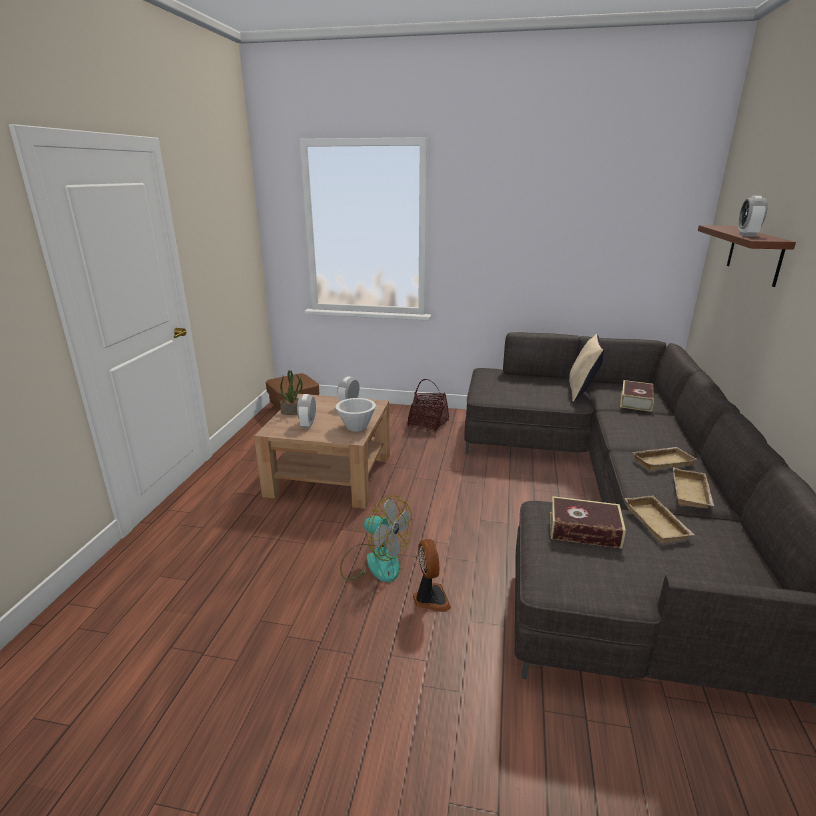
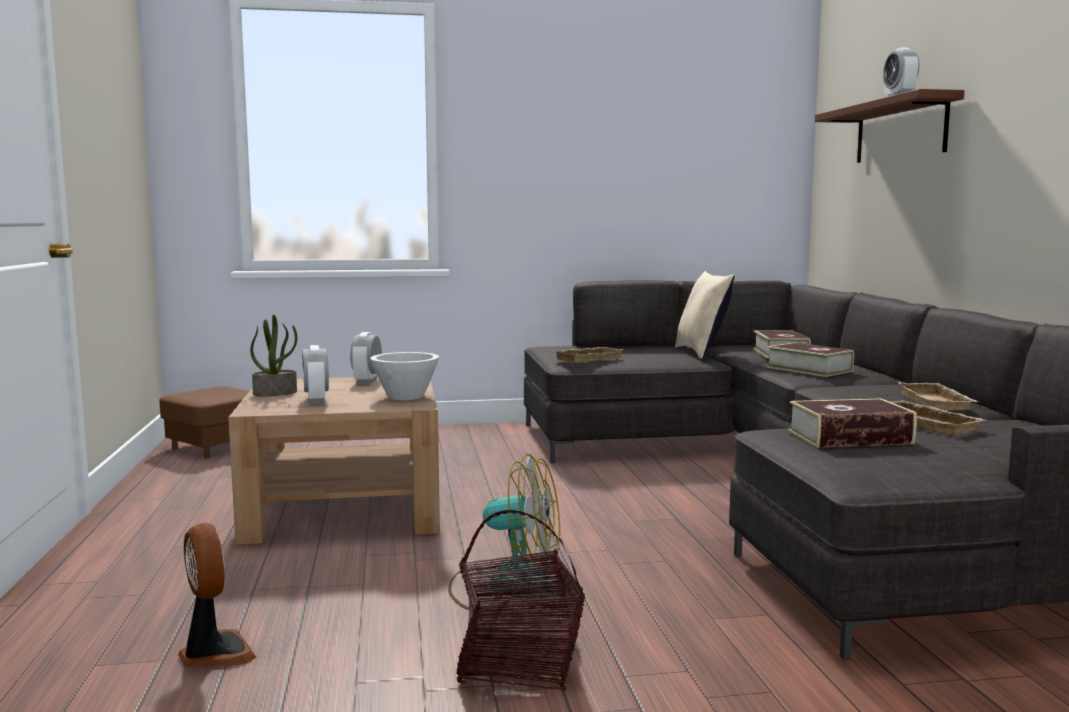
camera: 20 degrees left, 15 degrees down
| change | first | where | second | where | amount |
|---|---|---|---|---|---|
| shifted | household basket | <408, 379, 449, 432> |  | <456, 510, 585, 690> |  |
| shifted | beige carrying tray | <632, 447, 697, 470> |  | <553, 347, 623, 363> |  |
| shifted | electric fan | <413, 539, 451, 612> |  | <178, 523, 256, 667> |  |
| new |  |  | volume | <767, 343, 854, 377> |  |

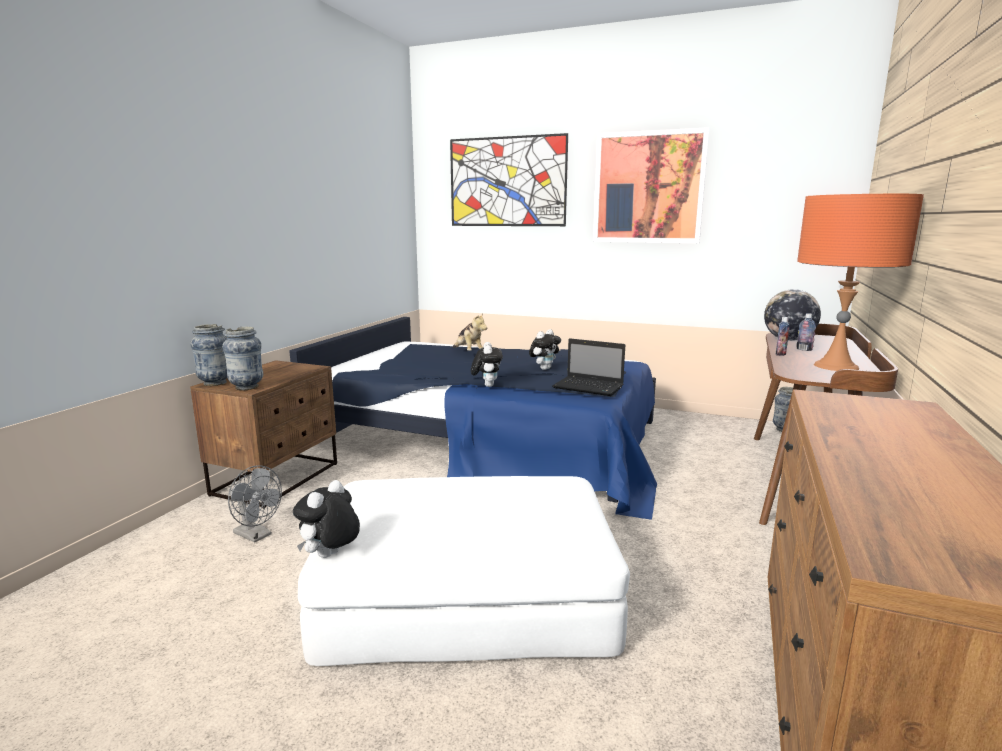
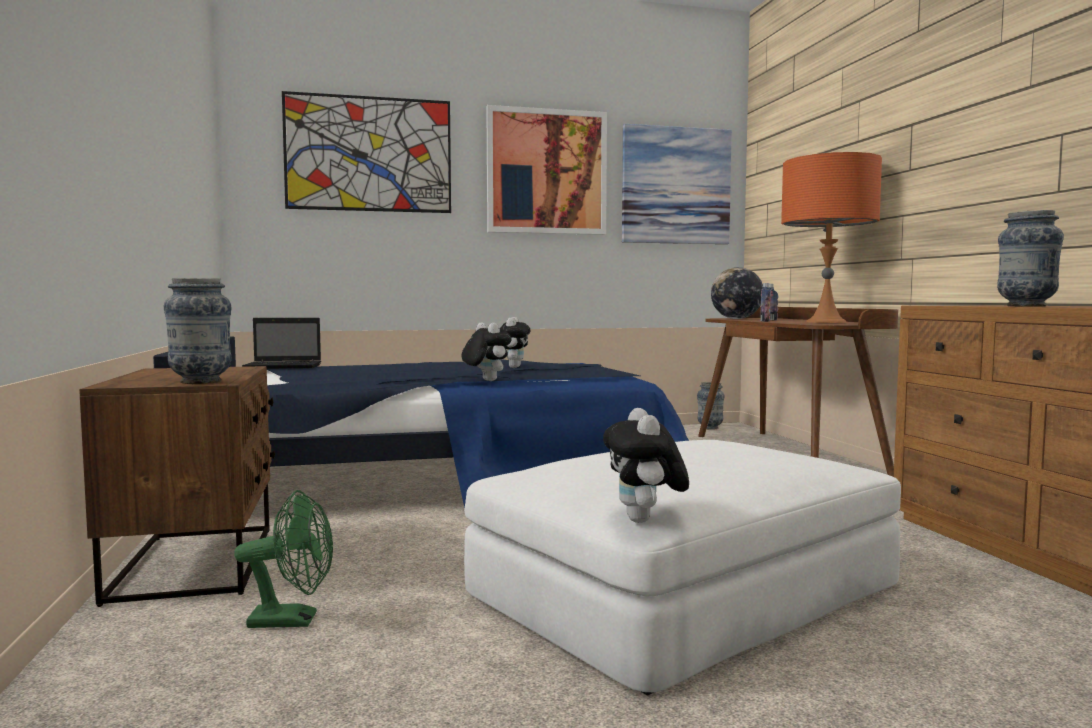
camera: 35 degrees left, 10 degrees down
| change | first | where | second | where | amount |
|---|---|---|---|---|---|
| gone | soft toy | <453, 313, 487, 351> |  |  |  |
| shifted | flower vase | <190, 324, 227, 386> |  | <997, 210, 1064, 307> |  |
| shifted | notebook computer | <552, 338, 625, 396> |  | <242, 318, 321, 369> |  |
| repainted | gray electric fan | <228, 465, 282, 543> | green-coloured electric fan | <234, 490, 333, 628> |  |
| new |  |  | wall picture | <622, 124, 732, 244> |  |

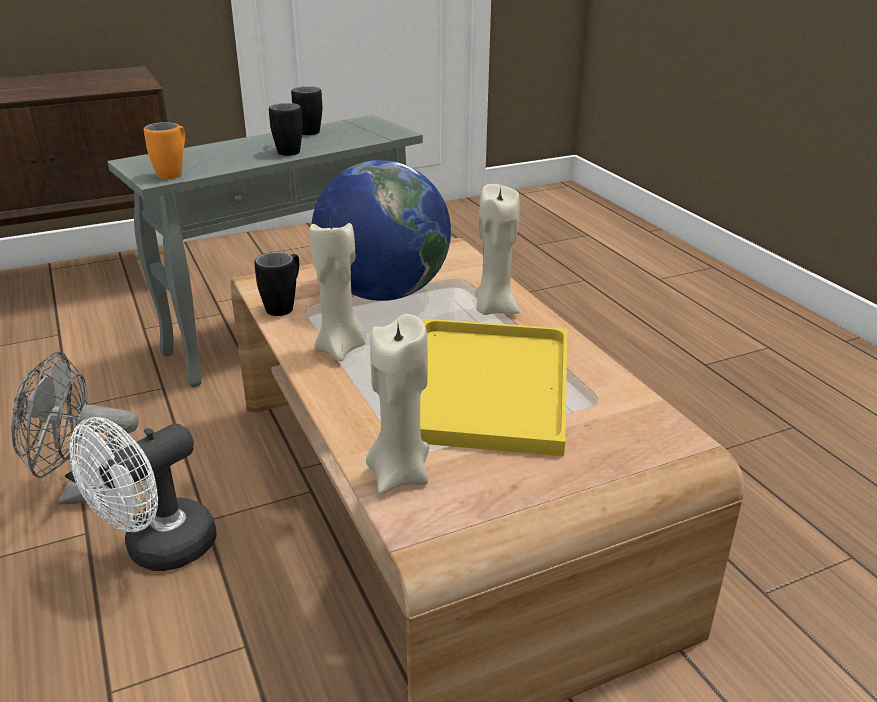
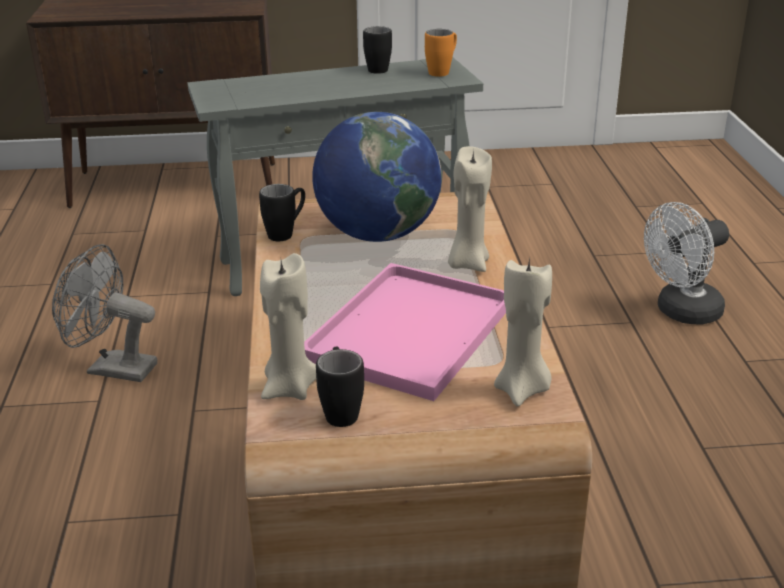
camera: 20 degrees right, 0 degrees up
| change | first | where | second | where | amount |
|---|---|---|---|---|---|
| shifted | black coffee mug | <269, 103, 303, 156> |  | <316, 347, 364, 427> |  |
| shifted | orangey coffee mug | <144, 122, 185, 179> |  | <425, 29, 457, 77> |  |
| shifted | beige wax candle | <309, 222, 366, 362> |  | <494, 257, 552, 406> |  |
| repainted | yellow-coloured carrying tray | <420, 319, 567, 456> | pink carrying tray | <304, 263, 506, 401> |  |
| shifted | whitish electric fan | <69, 417, 217, 571> |  | <644, 202, 729, 325> |  |

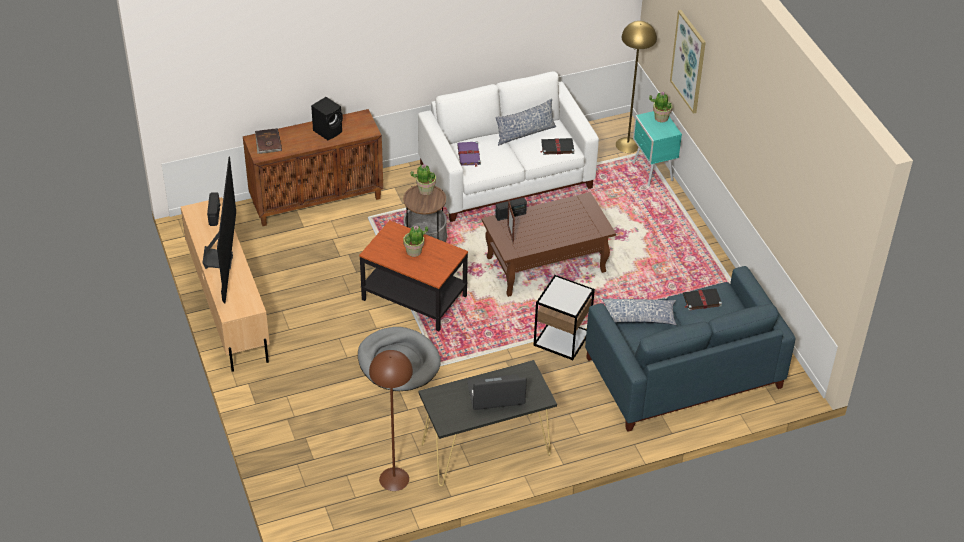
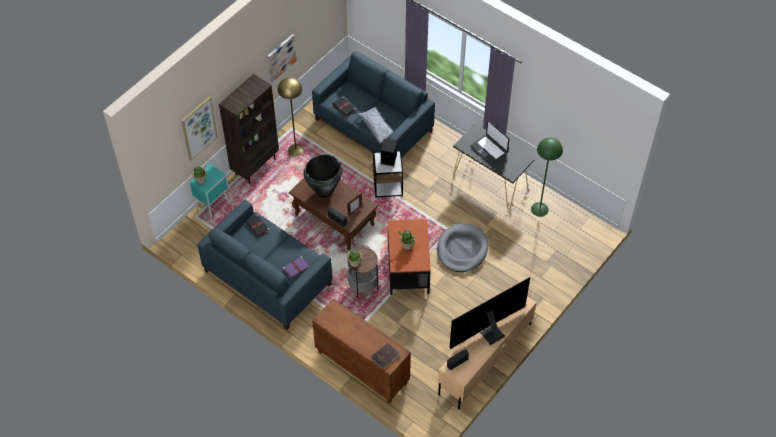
camera: 120 degrees left, 10 degrees up
| change | first | where | second | where | amount |
|---|---|---|---|---|---|
| shifted | yellow-coloured standing lamp | <616, 21, 657, 153> |  | <278, 77, 304, 157> |  |
| repainted | whitish sofa | <418, 71, 599, 222> | blue-coloured sofa | <198, 200, 332, 330> |  |
| shifted | black speaker | <311, 97, 343, 140> |  | <381, 139, 397, 166> |  |
| gone | pillow | <495, 99, 557, 146> |  |  |  |
| repainted | brown standing lamp | <369, 350, 413, 491> | green-coloured standing lamp | <531, 138, 563, 217> |  |
| new |  |  | wall picture | <267, 34, 297, 82> |  |
| new |  |  | brown shelving unit | <219, 74, 279, 183> |  |
| new |  |  | black flower vase | <303, 154, 342, 198> |  |

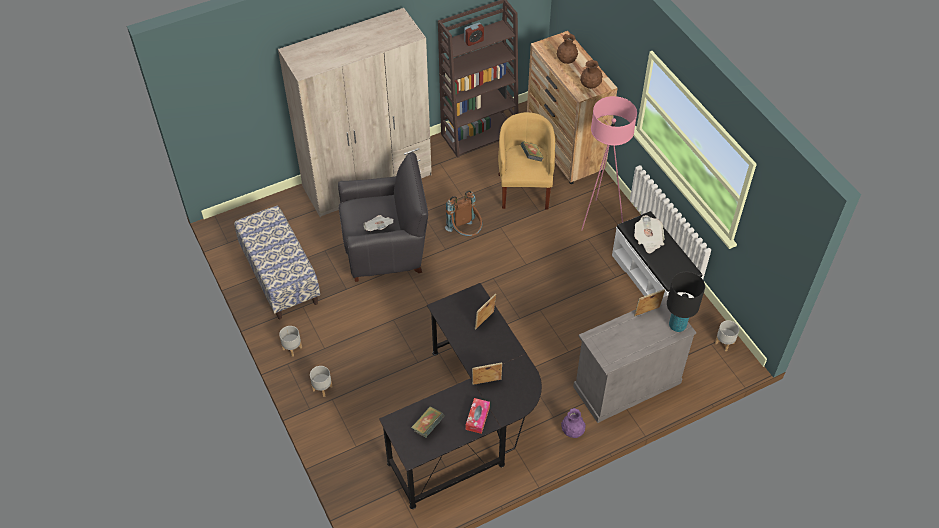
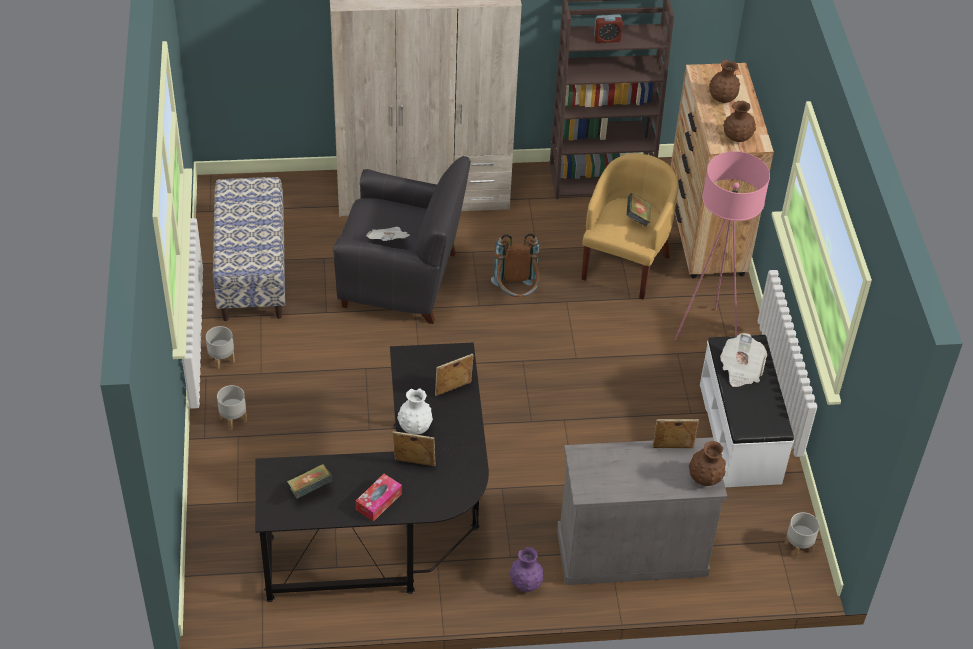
camera: 20 degrees right, 5 degrees down
| change | first | where | second | where | amount |
|---|---|---|---|---|---|
| swapped | black lamp for a table | <667, 271, 705, 332> | brown flower vase | <689, 441, 726, 486> |  |
| new |  |  | whitish flower vase | <397, 388, 433, 434> |  |

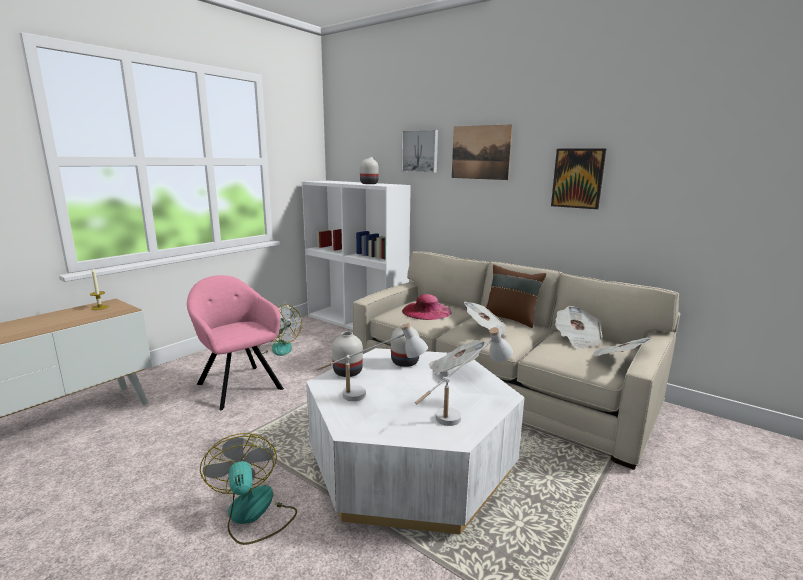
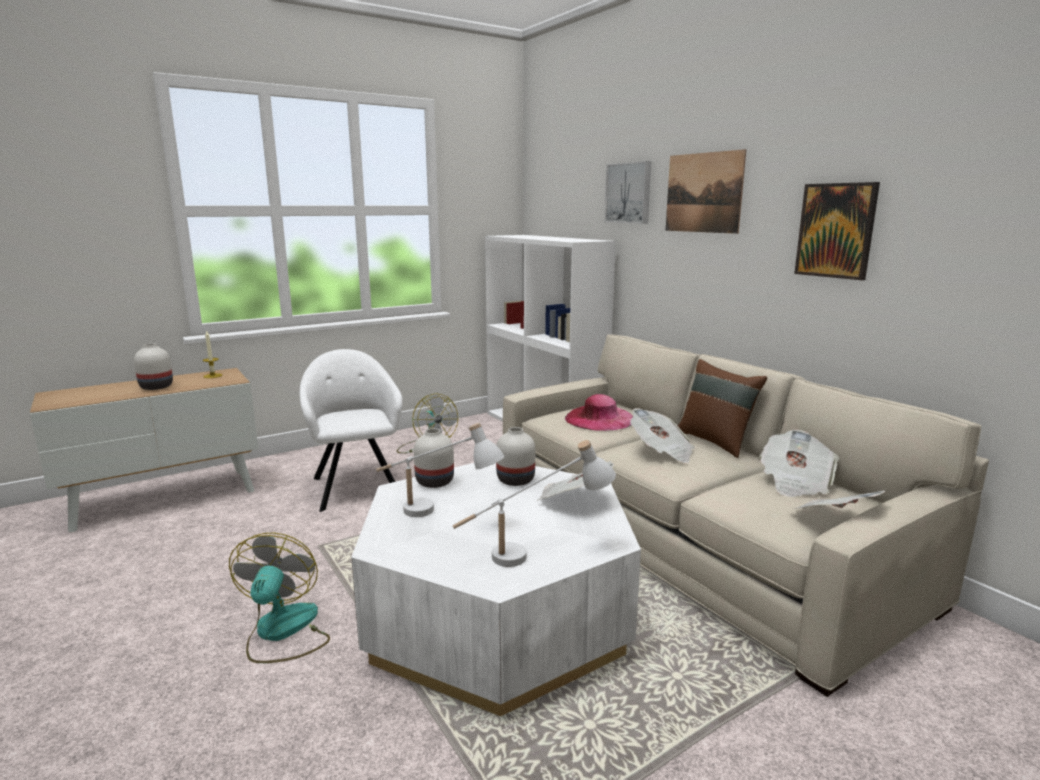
camera: 20 degrees right, 0 degrees up
| change | first | where | second | where | amount |
|---|---|---|---|---|---|
| shifted | whitish flower vase | <360, 157, 379, 184> |  | <134, 343, 173, 390> |  |
| repainted | pink lounge chair | <187, 275, 284, 410> | whitish lounge chair | <300, 349, 403, 512> |  |

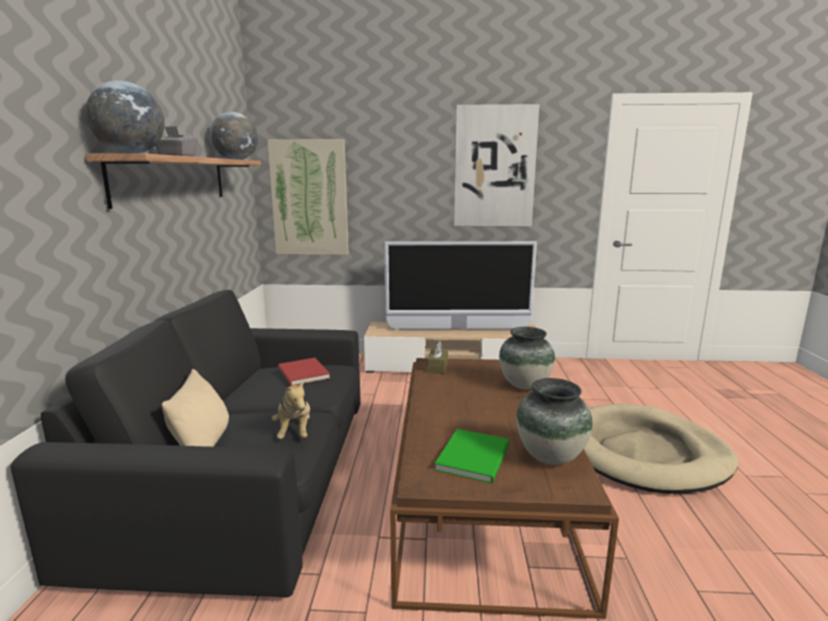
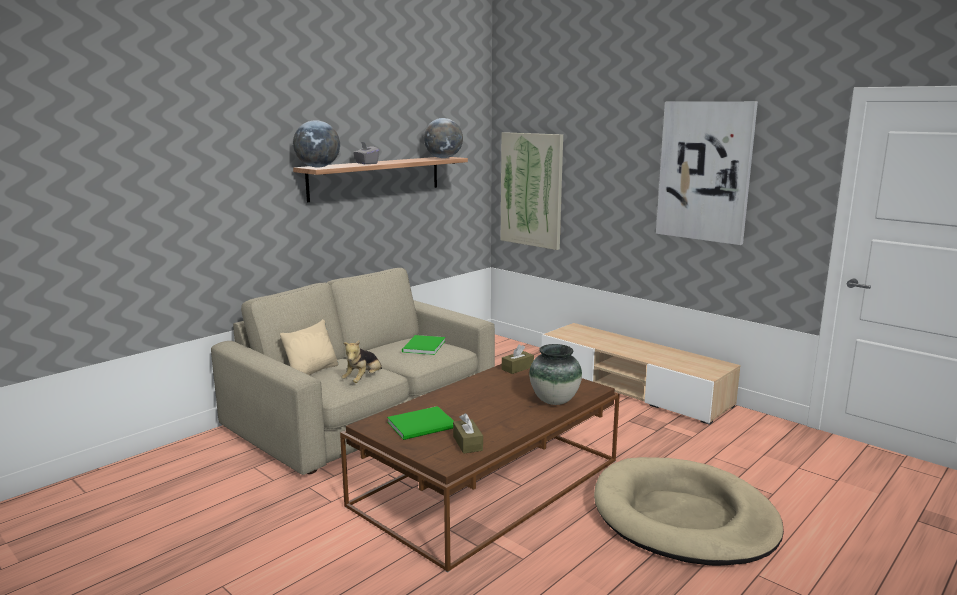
camera: 40 degrees right, 0 degrees up
| change | first | where | second | where | amount |
|---|---|---|---|---|---|
| gone | TV set | <384, 241, 537, 330> |  |  |  |
| repainted | black sofa | <10, 290, 361, 598> | beige sofa | <211, 268, 495, 475> |  |
| repainted | reddish volume | <278, 358, 330, 386> | green-coloured volume | <402, 335, 445, 355> |  |
| swapped | flower vase | <516, 378, 593, 465> | brown tissue holder | <453, 413, 483, 454> |  |

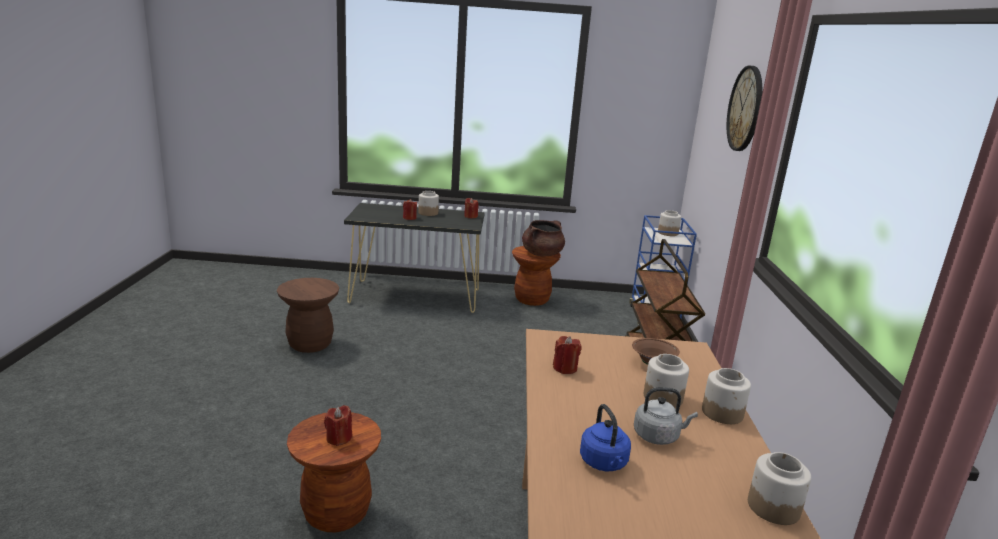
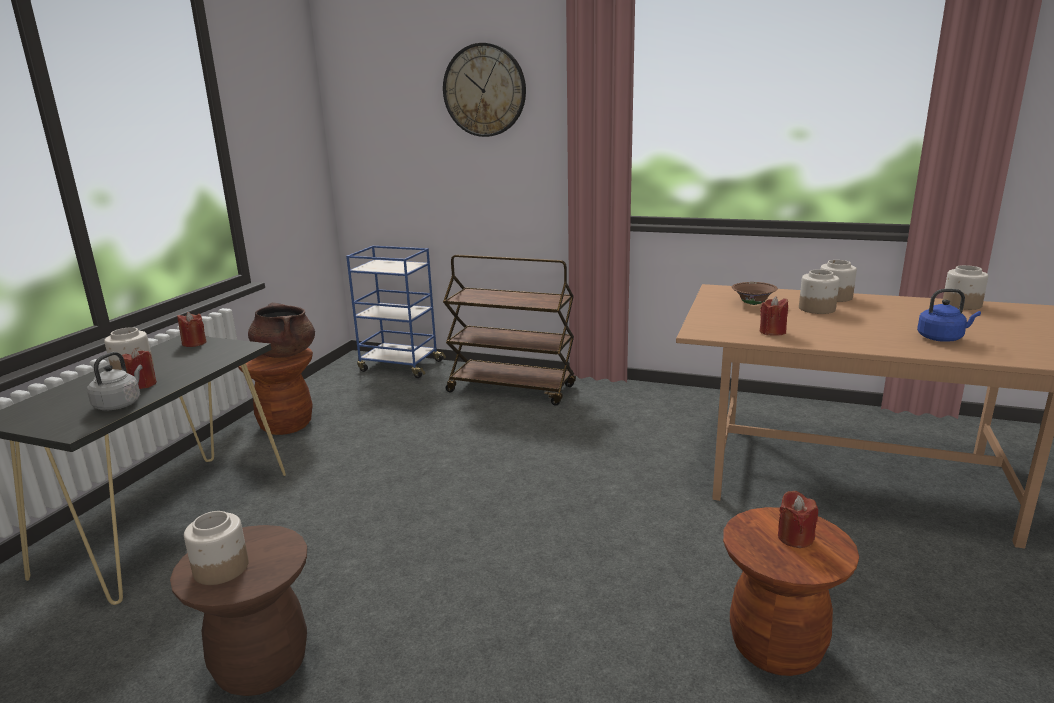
camera: 70 degrees left, 0 degrees up
| change | first | where | second | where | amount |
|---|---|---|---|---|---|
| shifted | preserve jar | <658, 210, 681, 236> |  | <184, 511, 249, 585> |  |
| shifted | gray tea kettle | <634, 387, 698, 445> |  | <87, 352, 143, 411> |  |

